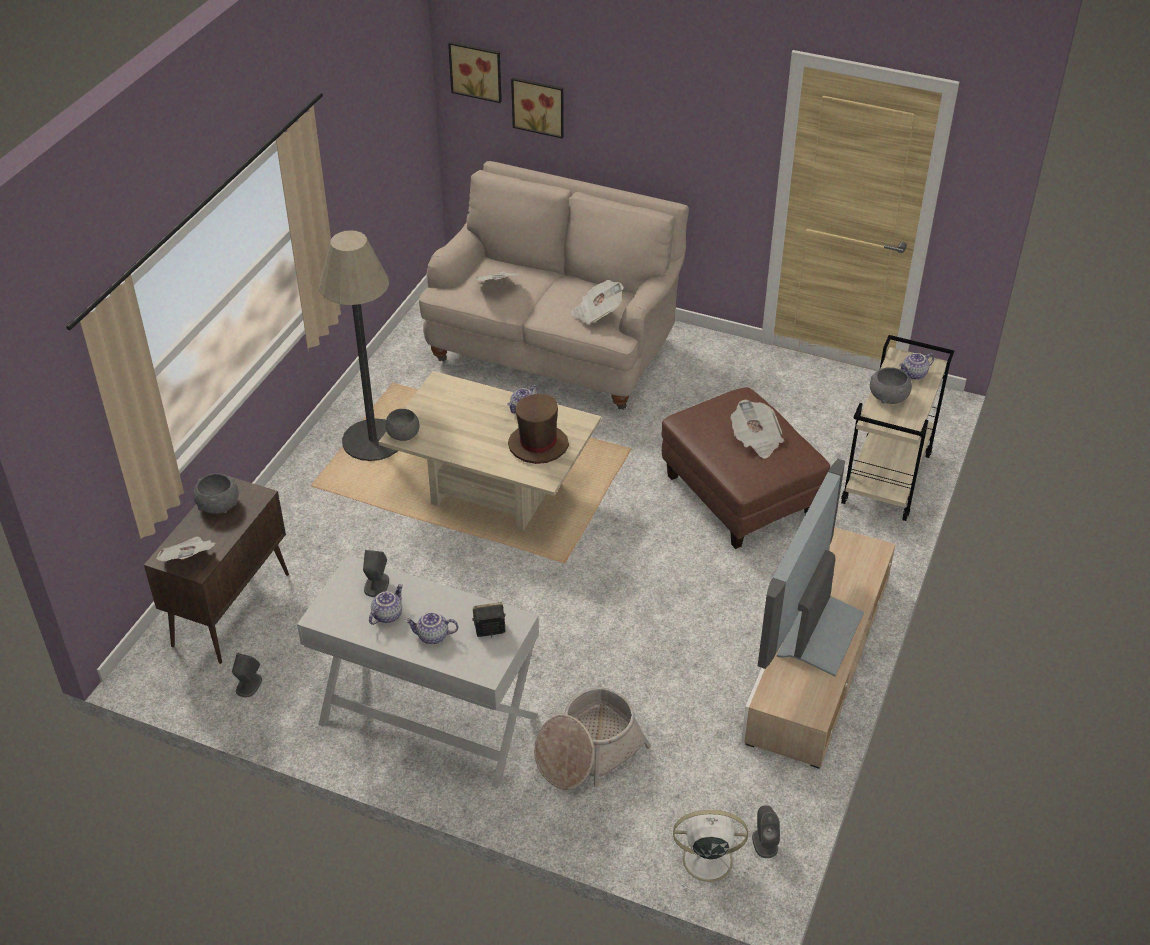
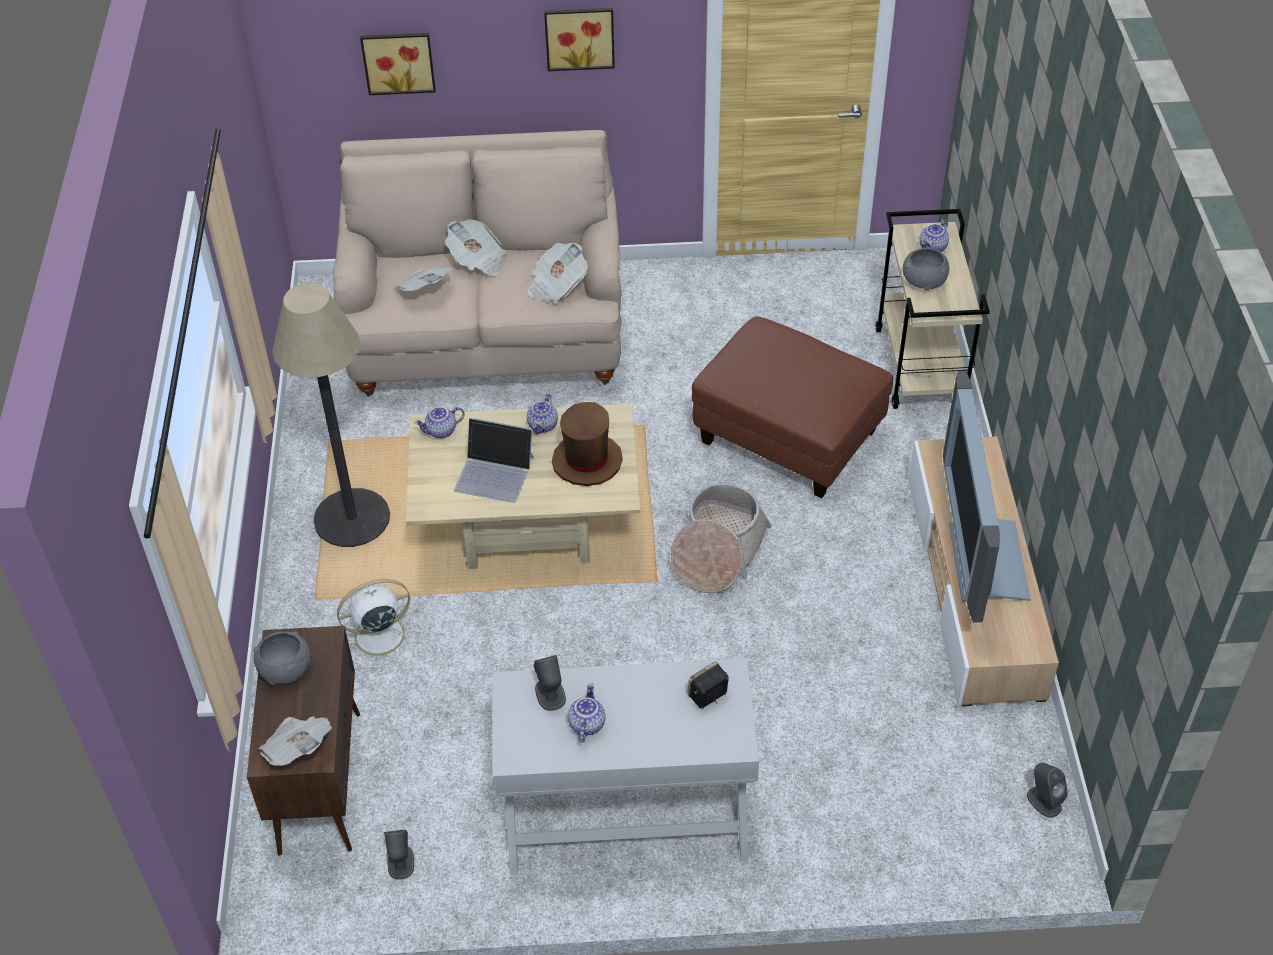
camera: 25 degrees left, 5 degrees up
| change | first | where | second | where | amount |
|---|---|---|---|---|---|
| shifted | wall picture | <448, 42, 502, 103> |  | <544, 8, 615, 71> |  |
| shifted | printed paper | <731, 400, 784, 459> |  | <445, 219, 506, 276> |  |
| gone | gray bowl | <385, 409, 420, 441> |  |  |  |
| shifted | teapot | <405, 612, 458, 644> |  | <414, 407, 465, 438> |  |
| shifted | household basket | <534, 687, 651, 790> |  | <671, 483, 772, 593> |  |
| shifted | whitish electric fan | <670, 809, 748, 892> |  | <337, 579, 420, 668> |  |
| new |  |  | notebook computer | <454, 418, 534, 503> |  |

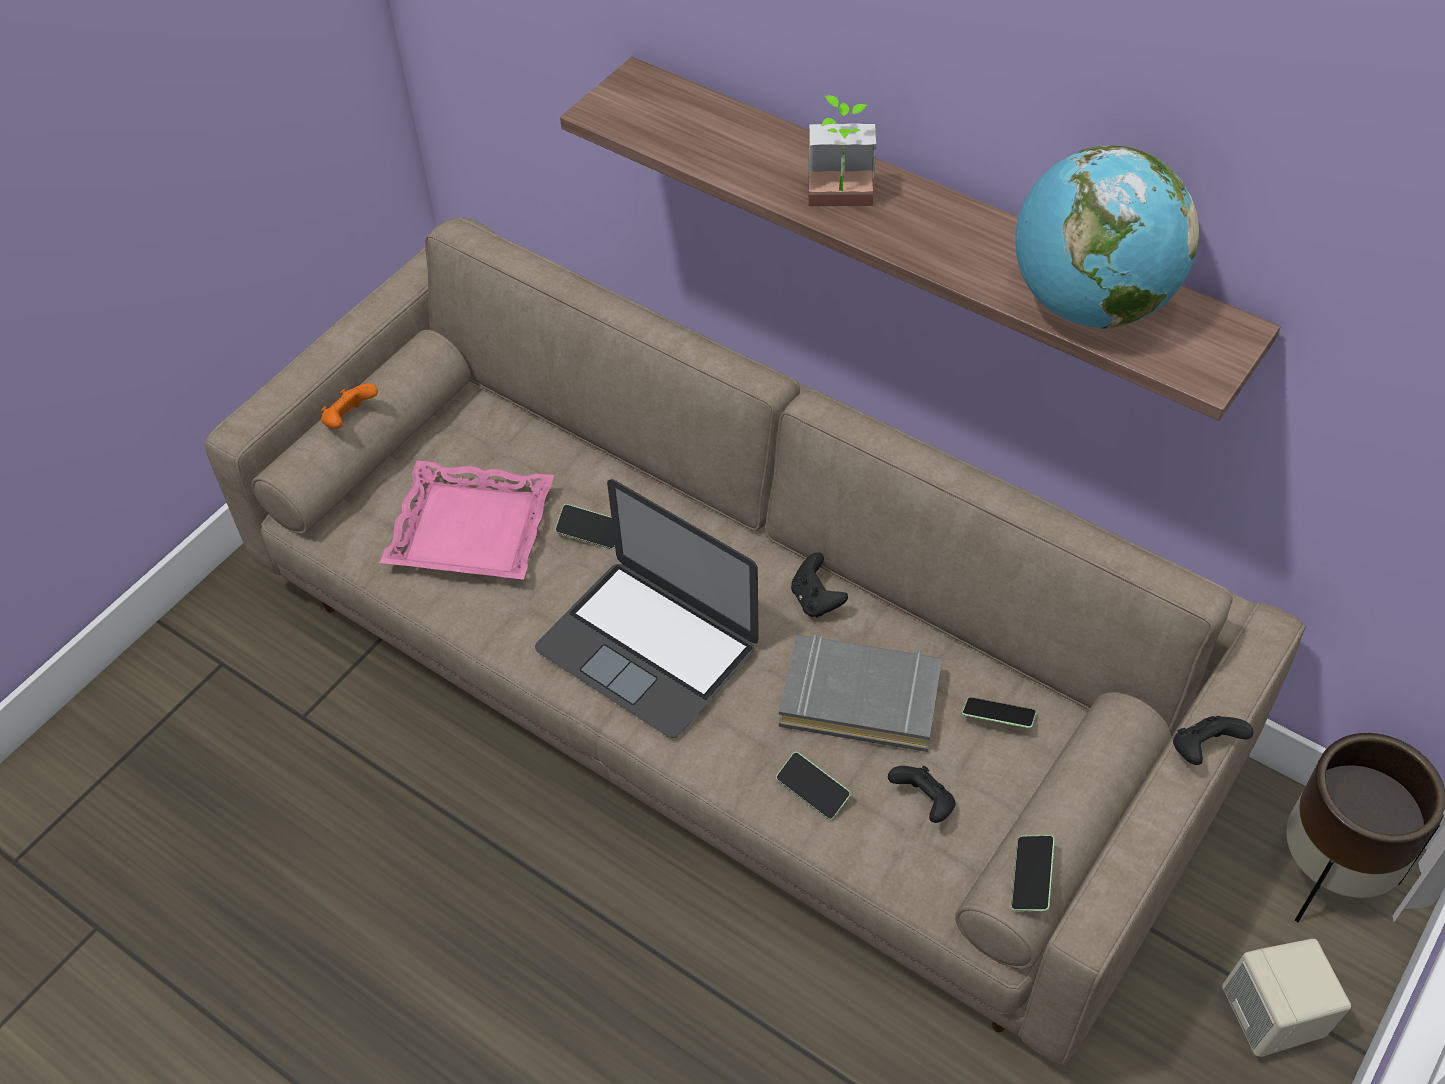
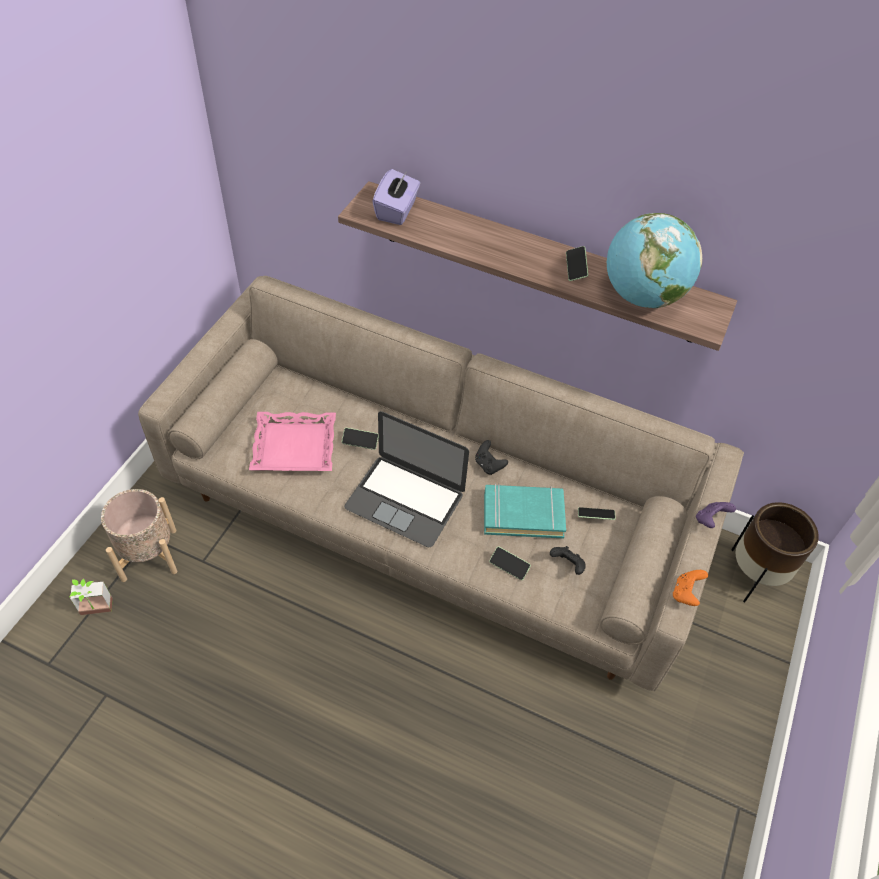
camera: 15 degrees left, 0 degrees up
| change | first | where | second | where | amount |
|---|---|---|---|---|---|
| shifted | potted plant | <808, 95, 876, 206> |  | <69, 579, 113, 615> |  |
| shifted | orangey gamepad | <321, 383, 378, 429> |  | <673, 570, 708, 606> |  |
| repainted | gray volume | <779, 635, 942, 752> | turquoise volume | <484, 484, 566, 539> |  |
| repainted | black gamepad | <1173, 716, 1253, 765> | purple gamepad | <696, 502, 736, 528> |  |
| shifted | handset | <1011, 835, 1055, 911> |  | <566, 246, 588, 281> |  |
| gone | beige speaker | <1222, 939, 1351, 1057> |  |  |  |
| new |  |  | purple tissue holder | <372, 169, 420, 225> |  |
| new |  |  | beige flower pot | <101, 489, 177, 582> |  |

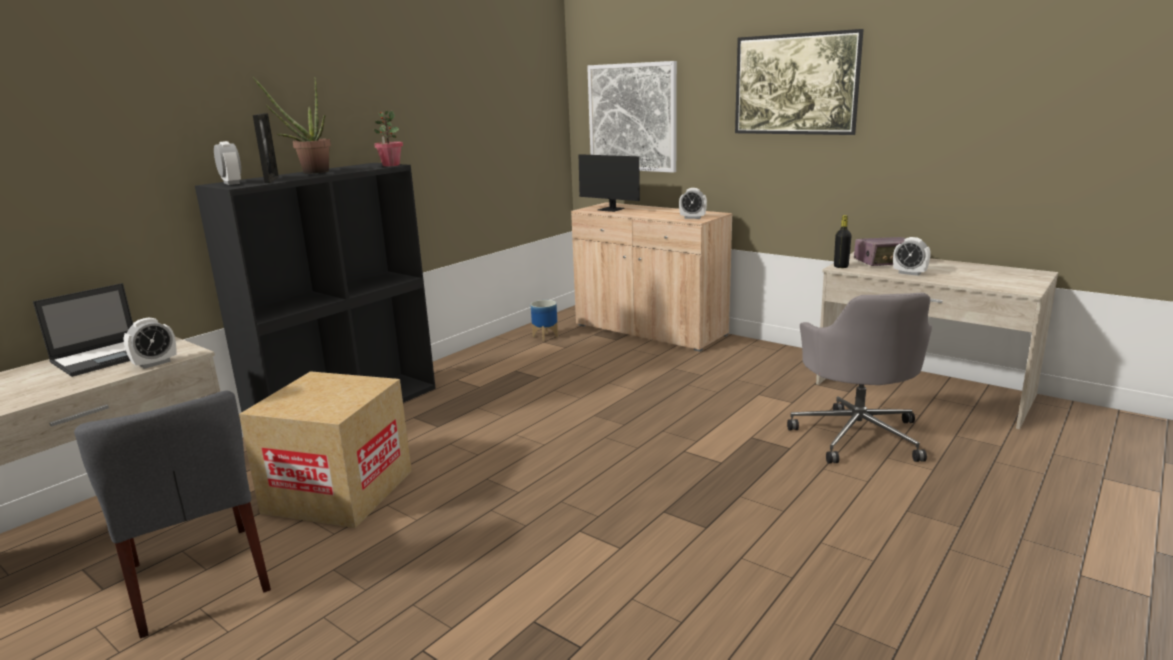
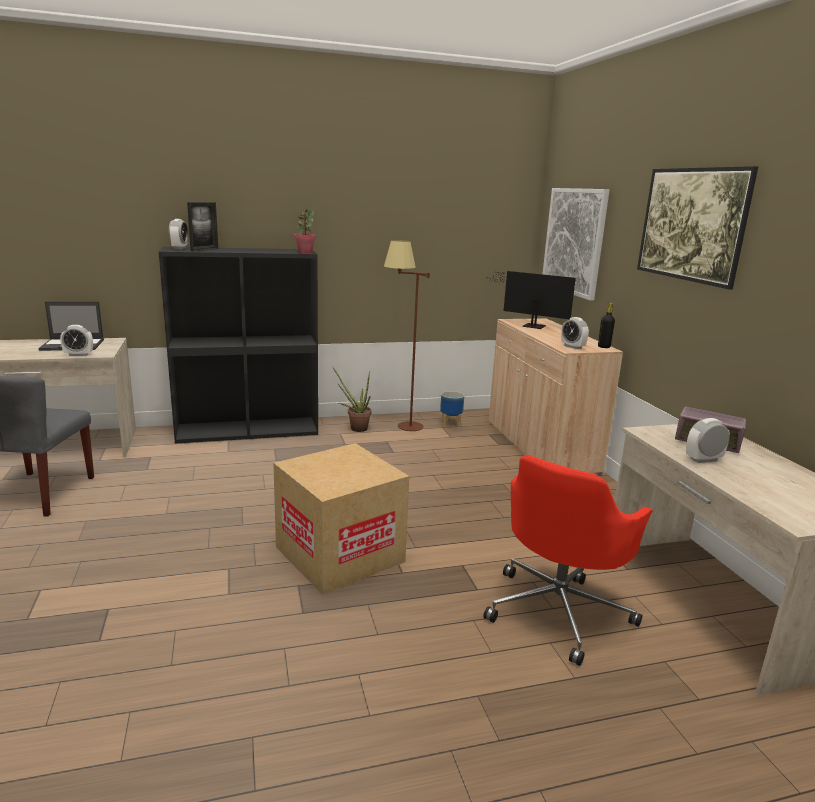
camera: 35 degrees right, 0 degrees up
| change | first | where | second | where | amount |
|---|---|---|---|---|---|
| shifted | potted plant | <253, 77, 331, 173> |  | <333, 367, 372, 432> |  |
| rotated | computer display | <579, 154, 658, 212> |  | <486, 271, 576, 329> | 135 degrees clockwise |
| shifted | black drink bottle | <834, 215, 852, 268> |  | <598, 303, 615, 348> |  |
| rotated | bedside clock | <893, 237, 931, 276> |  | <686, 418, 730, 463> | 90 degrees clockwise |
| repainted | gray desk chair | <787, 293, 932, 464> | reddish desk chair | <483, 455, 653, 666> |  |
| shifted | carton | <239, 371, 412, 528> |  | <273, 443, 409, 595> |  |
| new |  |  | brown standing lamp | <384, 240, 430, 431> |  |

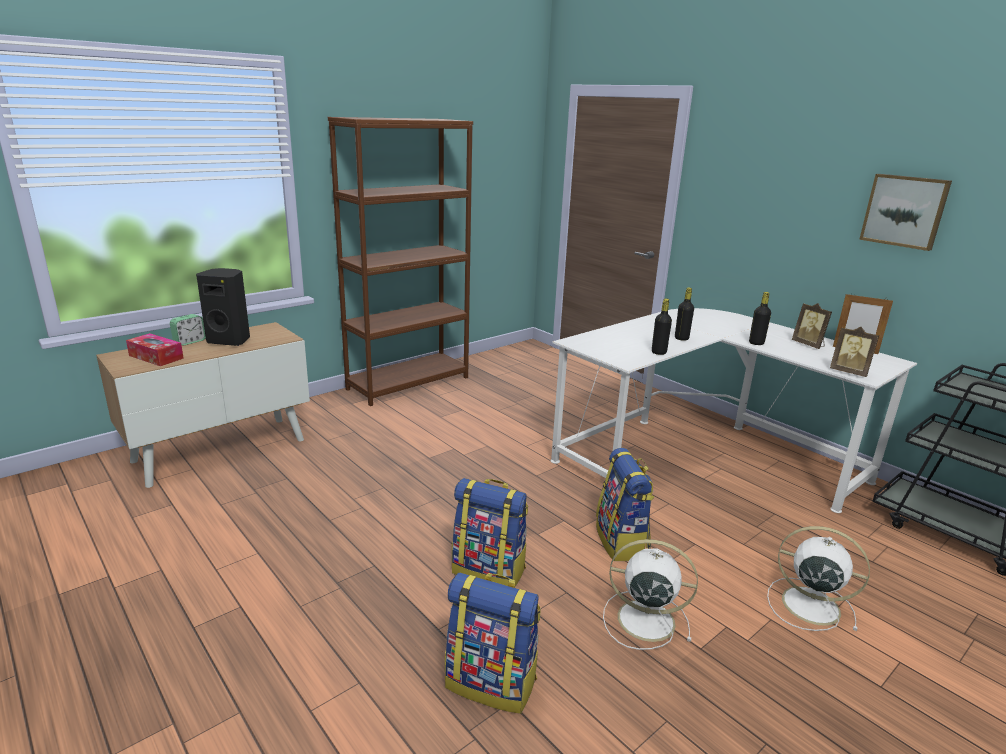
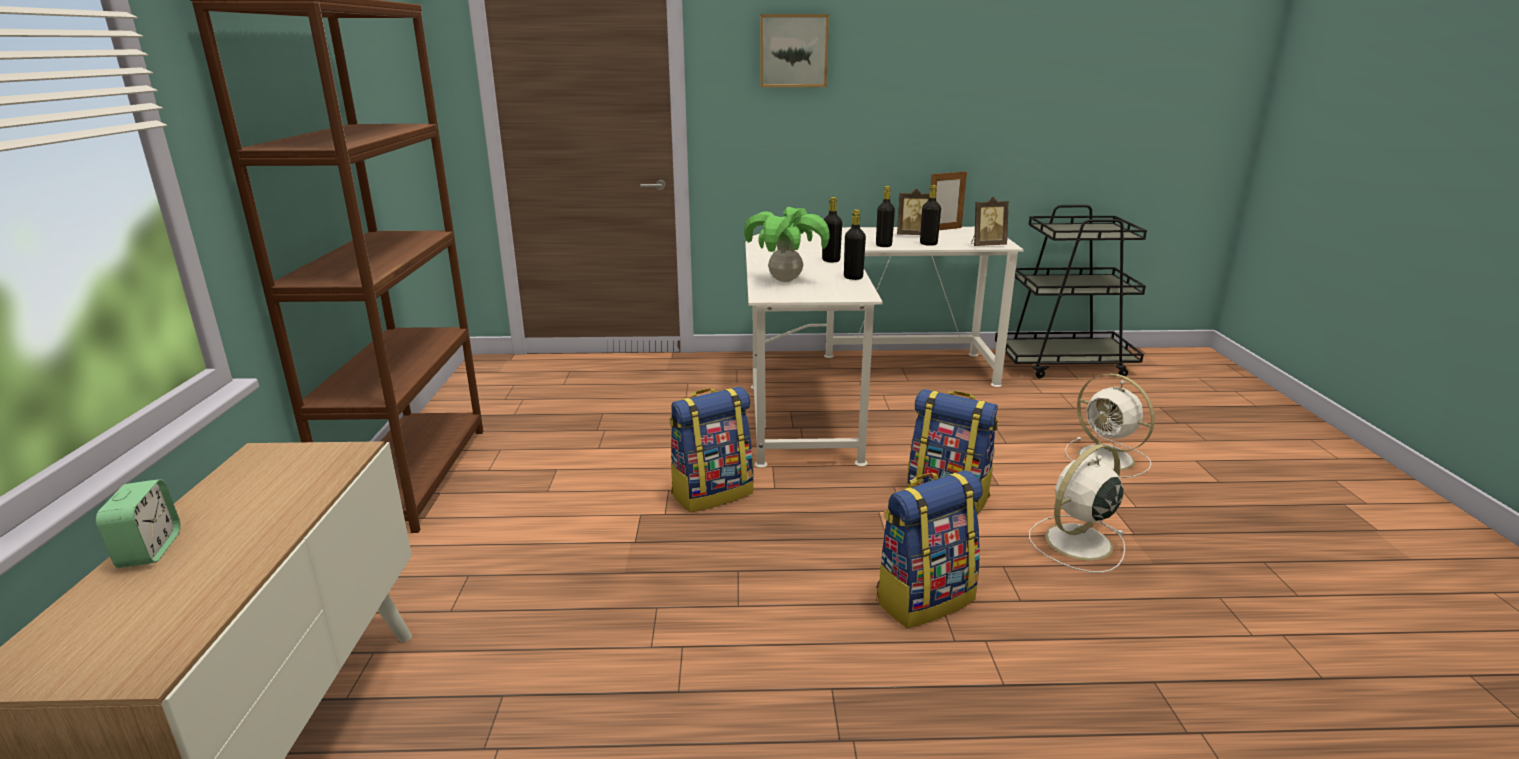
camera: 50 degrees left, 0 degrees up
| change | first | where | second | where | amount |
|---|---|---|---|---|---|
| shifted | wall picture | <859, 174, 952, 251> |  | <760, 14, 829, 87> |  |
| gone | black speaker | <196, 268, 250, 346> |  |  |  |
| gone | tissue holder | <126, 333, 184, 366> |  |  |  |
| rotated | whitish electric fan | <767, 526, 870, 631> |  | <1065, 373, 1155, 478> | 105 degrees counterclockwise |
| shifted | rucksack | <445, 572, 541, 714> |  | <669, 387, 753, 512> |  |
| new |  |  | black drink bottle | <920, 185, 941, 246> |  |
| new |  |  | potted plant | <744, 207, 830, 282> |  |

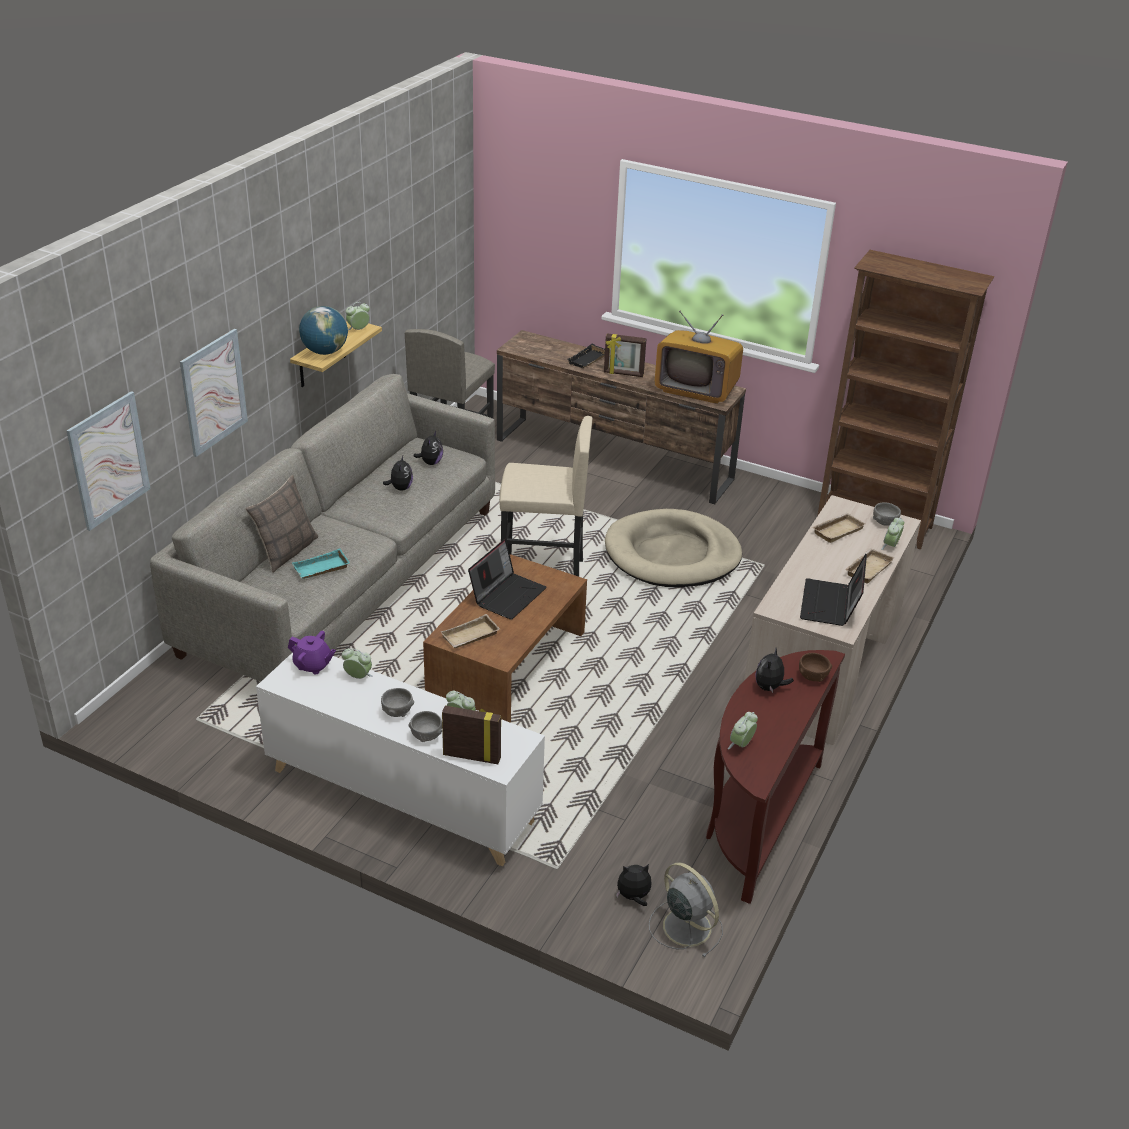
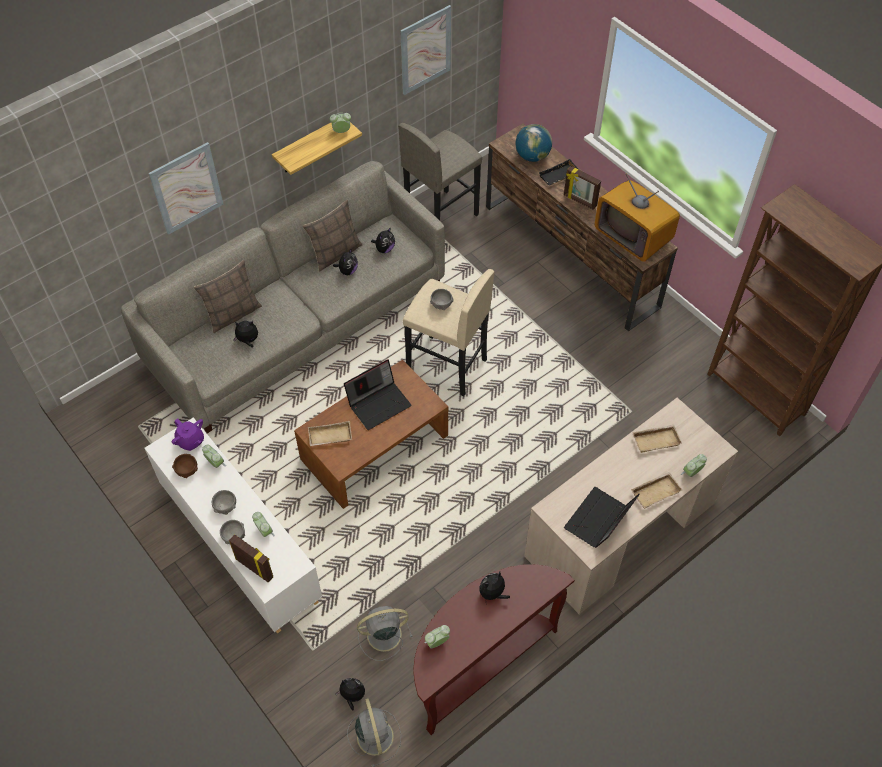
camera: 25 degrees right, 20 degrees up
| change | first | where | second | where | amount |
|---|---|---|---|---|---|
| shifted | globe | <299, 306, 348, 355> |  | <515, 124, 552, 162> |  |
| shifted | wall picture | <66, 391, 150, 531> |  | <400, 5, 451, 95> |  |
| shifted | gray bowl | <873, 502, 901, 526> |  | <430, 289, 454, 310> |  |
| gone | beige dog bed | <605, 509, 742, 587> |  |  |  |
| swapped | turquoise carrying tray | <292, 549, 350, 579> | soft toy | <233, 321, 258, 348> |  |
| shifted | brown bowl | <799, 653, 832, 682> |  | <172, 454, 198, 478> |  |
| new |  |  | pillow | <303, 199, 363, 271> |  |
| new |  |  | gray electric fan | <357, 606, 413, 661> |  |

